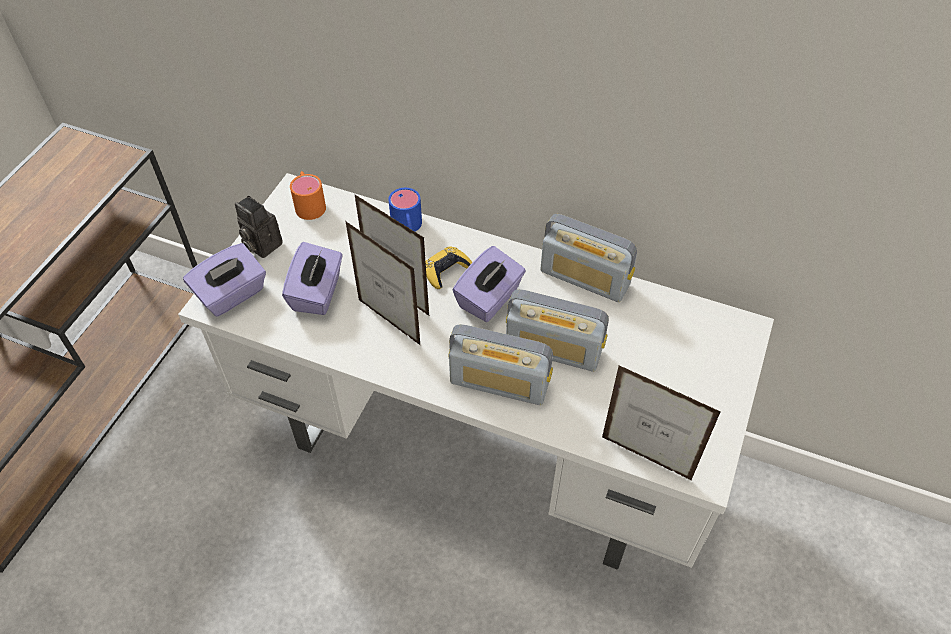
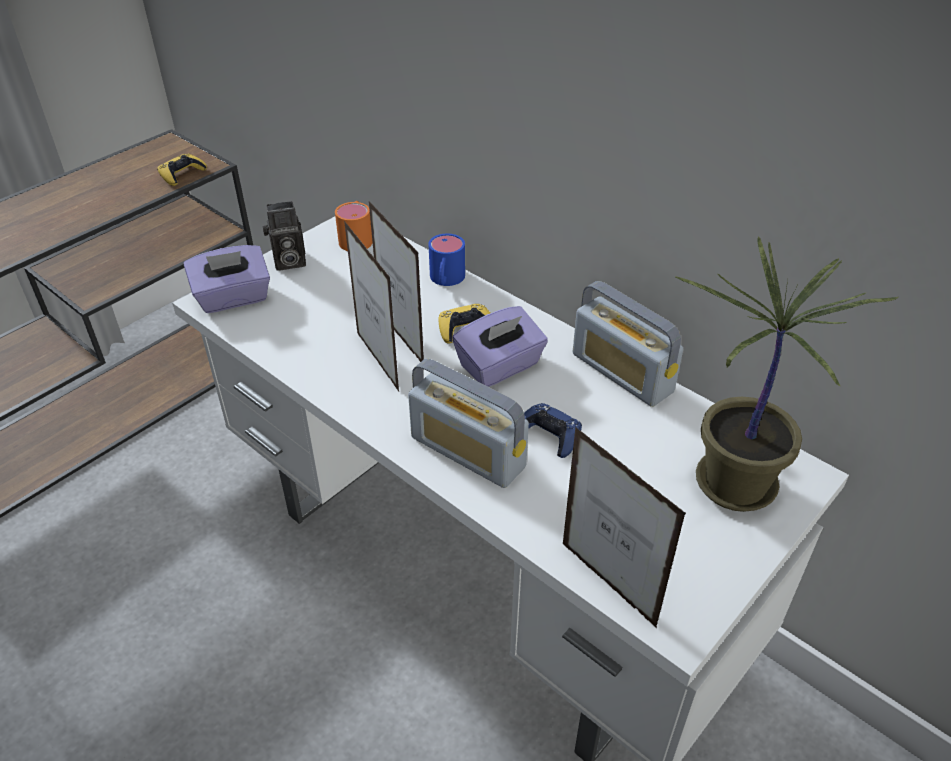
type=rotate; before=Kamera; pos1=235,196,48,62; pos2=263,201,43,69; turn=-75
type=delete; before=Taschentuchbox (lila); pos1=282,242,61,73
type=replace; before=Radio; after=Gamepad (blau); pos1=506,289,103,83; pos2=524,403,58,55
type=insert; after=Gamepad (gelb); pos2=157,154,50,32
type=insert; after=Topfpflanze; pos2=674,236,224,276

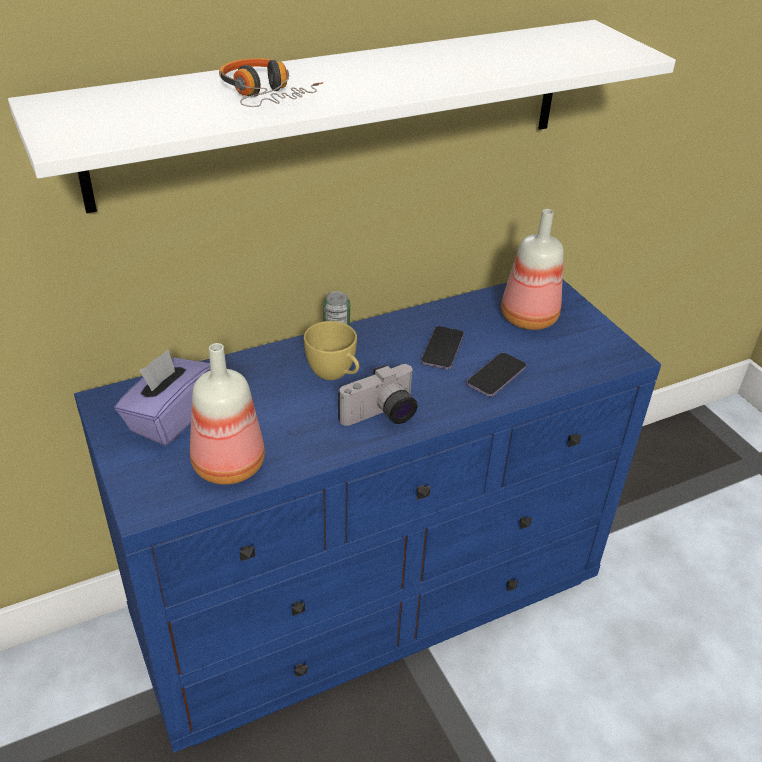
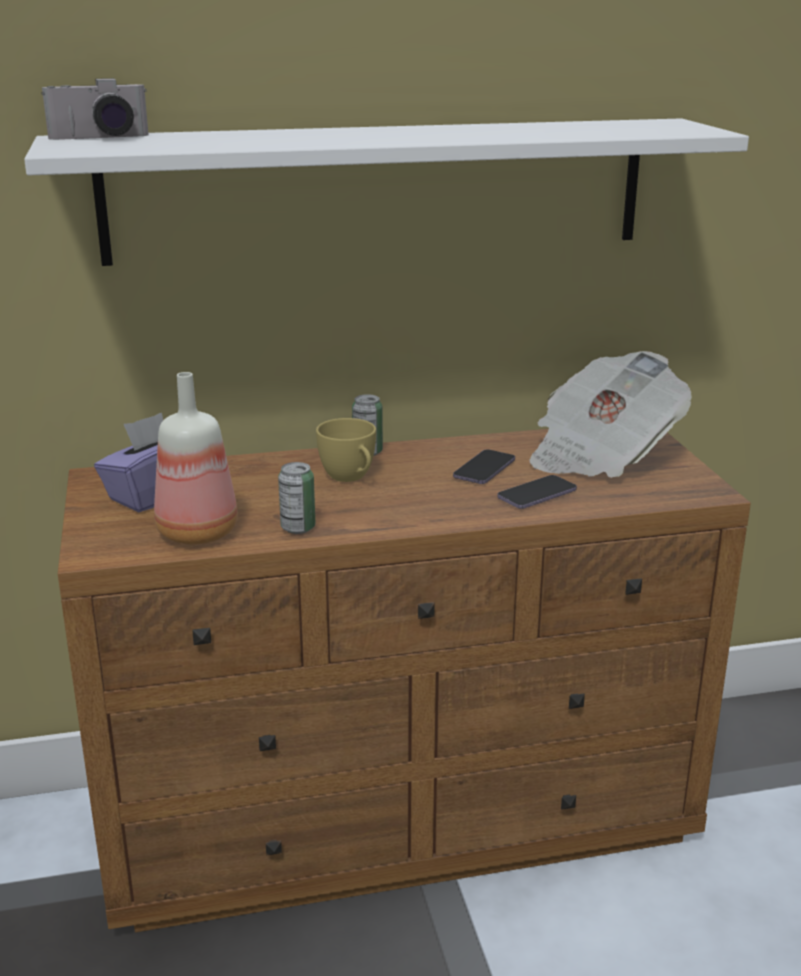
type=recolor; before=Kommode (blau); after=Kommode (braun); pos1=74,280,587,473; pos2=58,429,693,503
type=delete; before=Kopfhörer; pos1=219,58,104,49
type=move; before=Kamera; pos1=338,364,80,62; pos2=41,78,108,62
type=replace; before=Flasche; after=Zeitung; pos1=501,209,63,121; pos2=529,351,163,127
type=insert; after=Dose; pos2=278,462,37,72

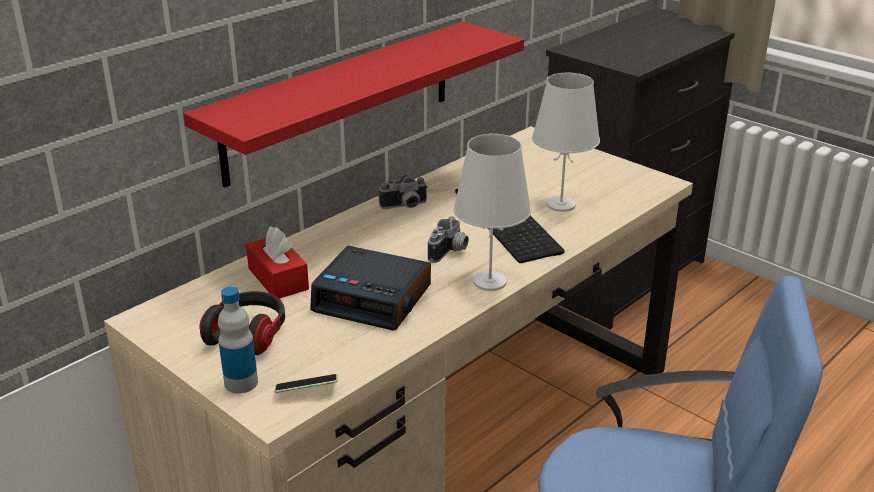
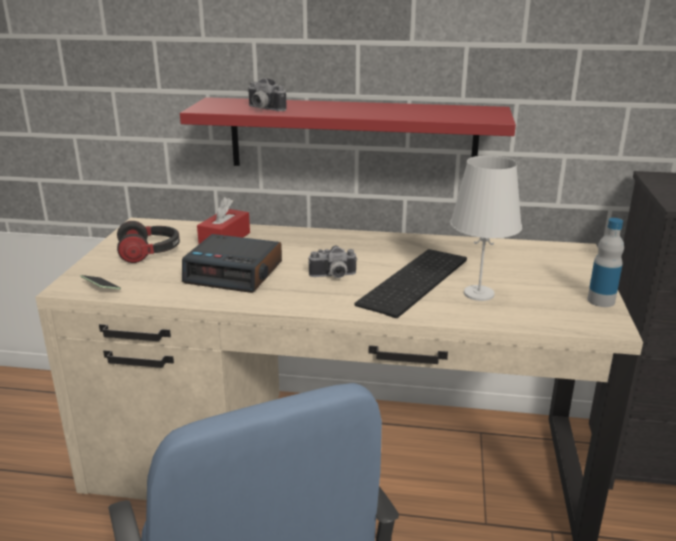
type=move; before=Flasche; pos1=218,286,40,108; pos2=587,218,37,89
type=rotate; before=Wecker; pos1=310,246,121,85; pos2=182,234,100,59; turn=-60
type=move; before=Kamera; pos1=379,175,49,34; pos2=247,78,40,33
type=delete; before=Tischlampe (weiß); pos1=453,134,78,157

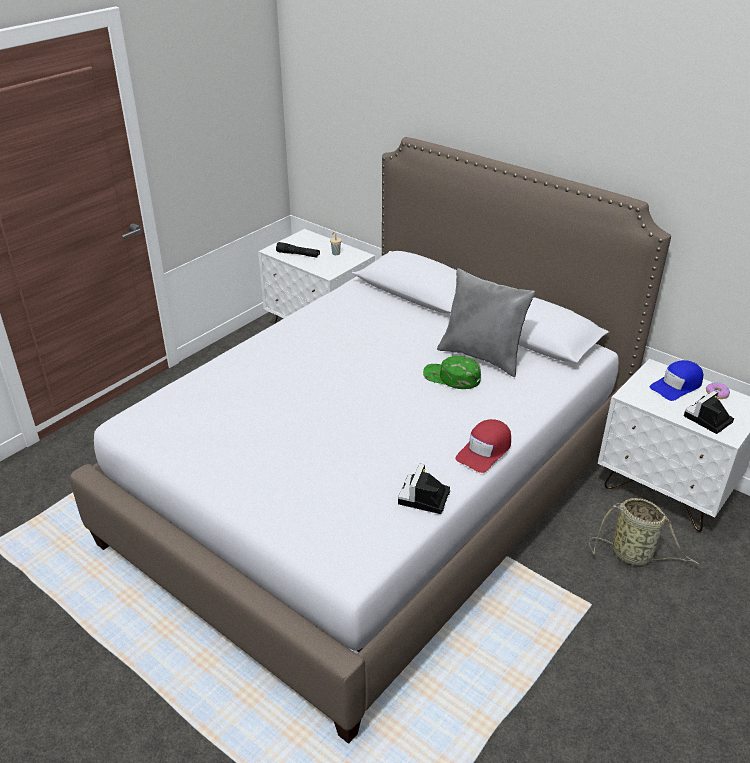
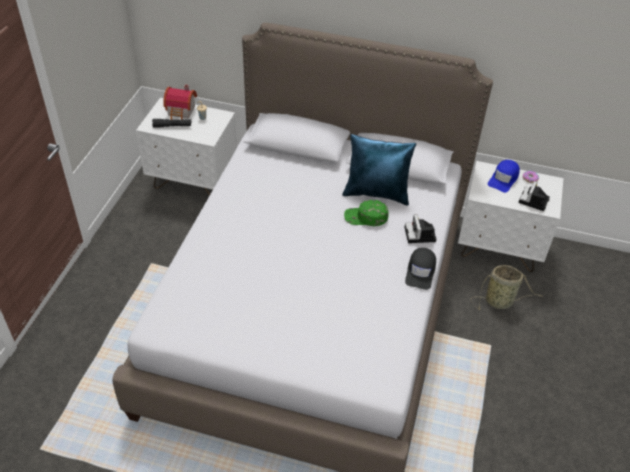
type=move; before=Kamera; pos1=398,464,52,50; pos2=404,214,33,29
type=recolor; before=Kissen (grau); after=Kissen (blau); pos1=437,268,98,109; pos2=342,134,74,72
type=recolor; before=Kappe (rot); after=Kappe (schwarz); pos1=456,419,55,54; pos2=405,248,31,42
type=insert; after=Spielzeughaus; pos2=164,85,33,35

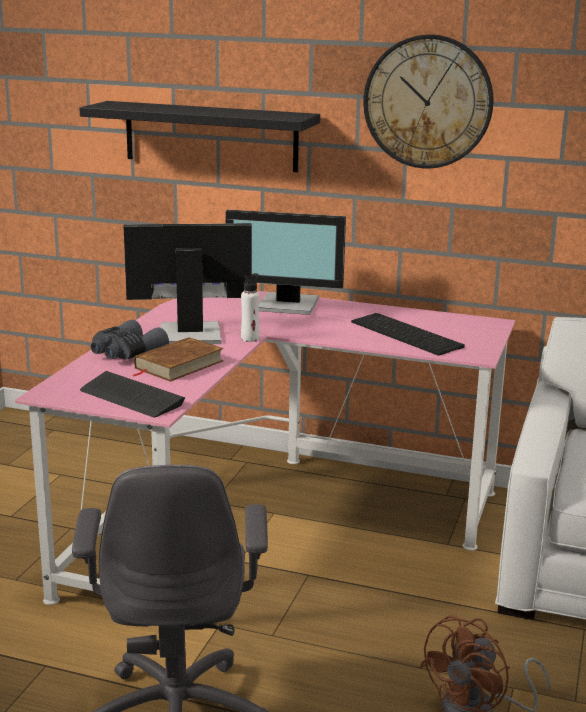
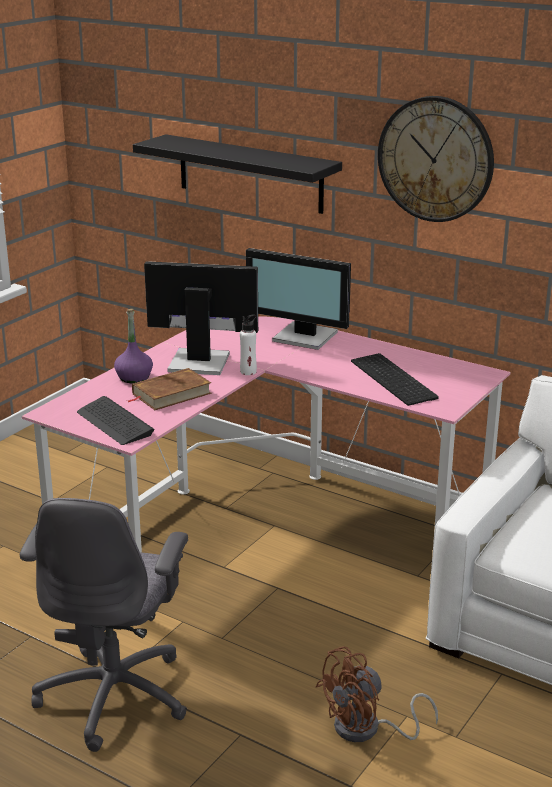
type=replace; before=Fernglas (grau); after=Flasche (lila); pos1=91,320,78,40; pos2=114,309,39,74

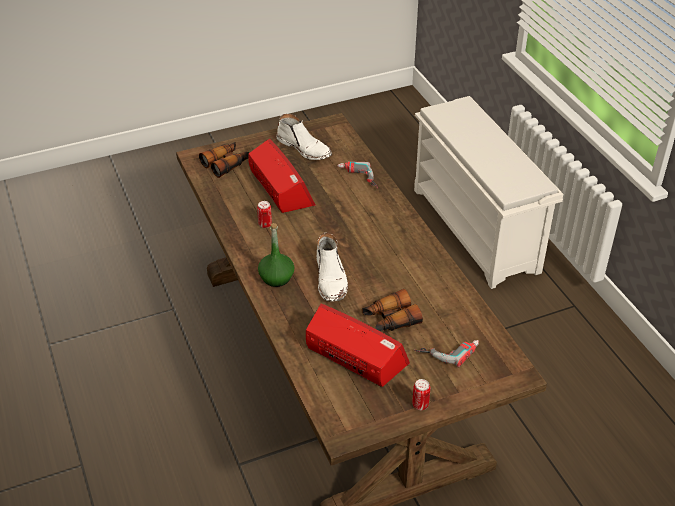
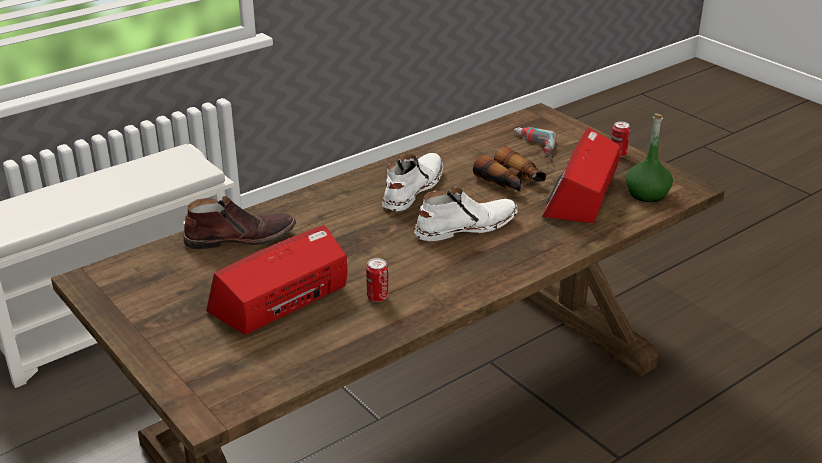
type=delete; before=Fernglas; pos1=199,142,51,36
type=move; before=Flasche (grün); pos1=258,223,37,64; pos2=626,113,47,89
type=move; before=Stiefel (weiß); pos1=277,114,55,46; pos2=382,153,61,58
type=replace; before=Bohrmaschine; after=Stiefel (braun); pos1=337,162,41,27; pos2=183,196,113,53

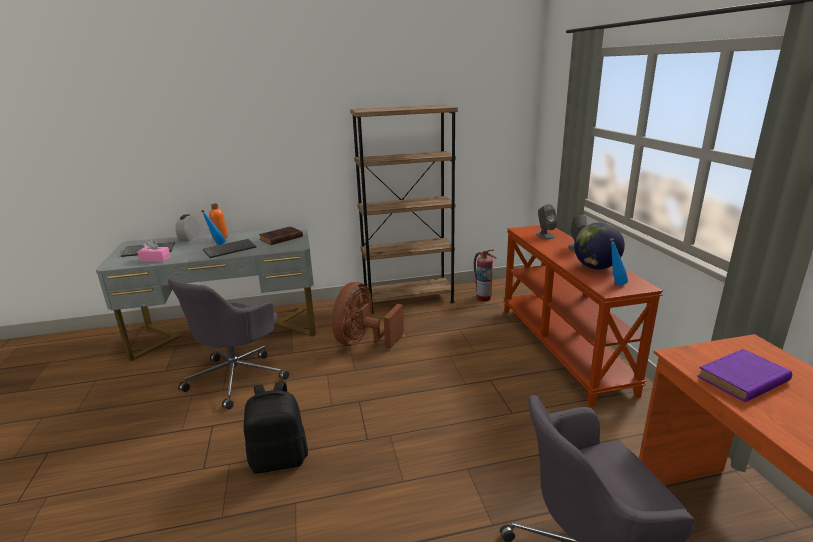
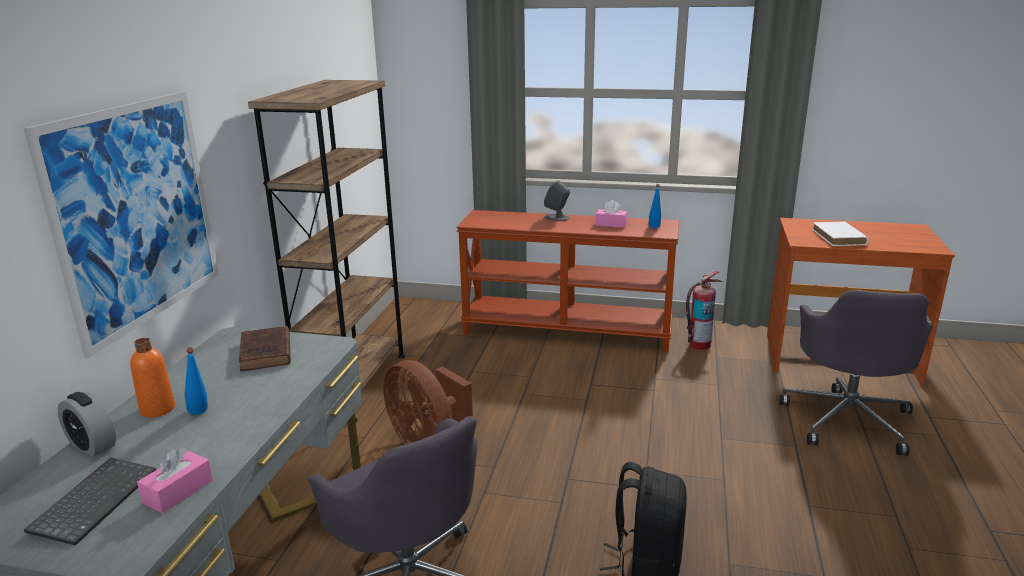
type=delete; before=Tastatur; pos1=203,239,53,19
type=move; before=Feuerlöscher; pos1=474,250,22,52; pos2=686,271,36,79
type=delete; before=Lautsprecher (grau); pos1=536,204,21,35
type=replace; before=Globus; after=Taschentuchbox (rosa); pos1=574,222,51,47; pos2=596,200,31,28
type=recolor; before=Buch (lila); after=Buch (weiß); pos1=697,349,95,53; pos2=812,222,57,24
type=insert; after=Bild; pos2=24,91,195,267

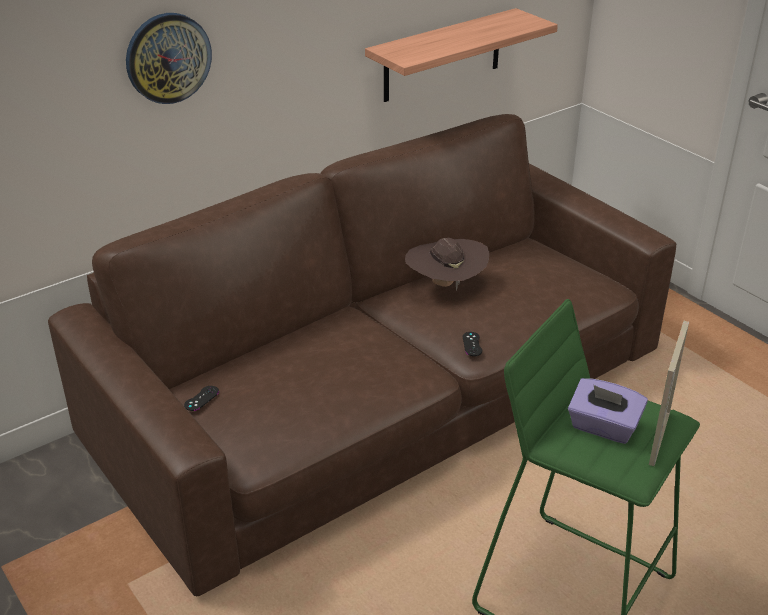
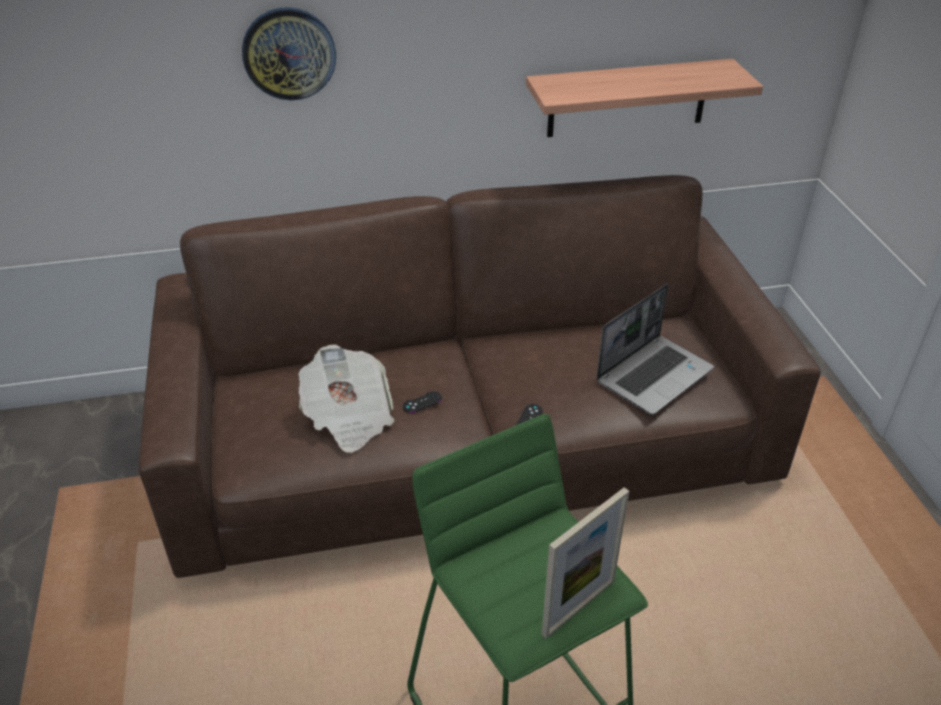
type=move; before=Gamepad (schwarz); pos1=184,386,35,25; pos2=403,391,39,22
type=delete; before=Hut (braun); pos1=405,238,84,52
type=delete; before=Taschentuchbox (lila); pos1=568,378,80,66
type=insert; after=Zeitung; pos2=298,344,96,109
type=insert; after=Laptop; pos2=596,284,118,131

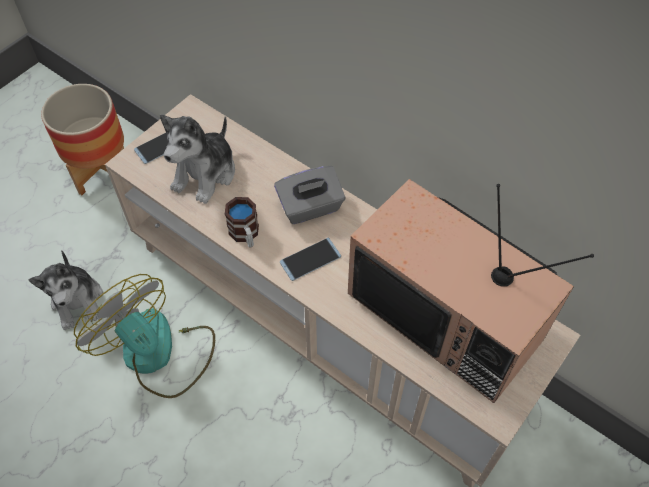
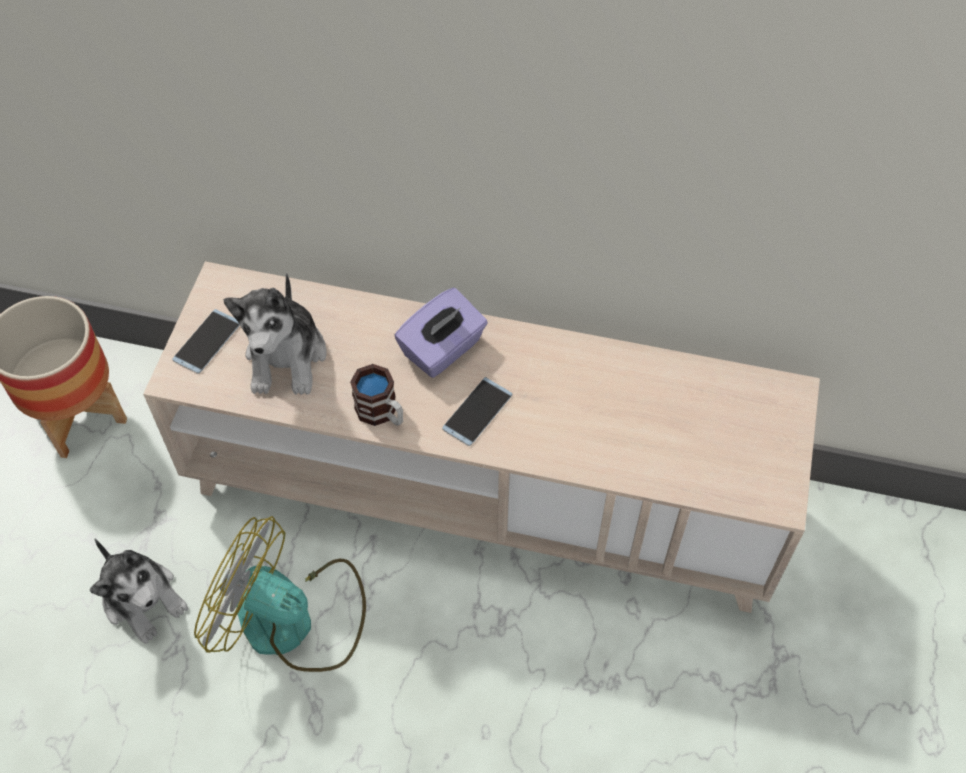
type=recolor; before=Taschentuchbox (grau); after=Taschentuchbox (lila); pos1=274,166,71,58; pos2=394,288,94,90
type=delete; before=Fernseher; pos1=348,179,246,224

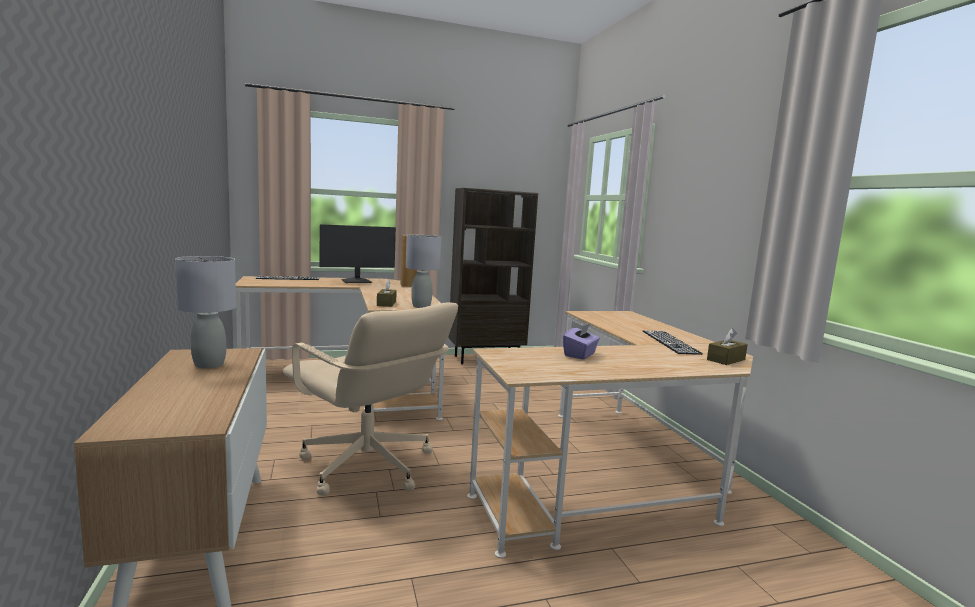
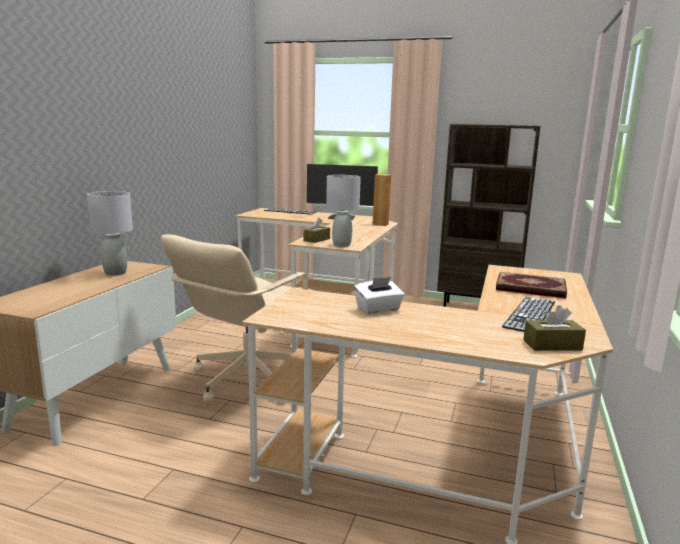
type=rotate; before=Bürostuhl (beige); pos1=283,302,175,194; pos2=161,234,153,169; turn=45
type=recolor; before=Taschentuchbox (lila); after=Taschentuchbox (weiß); pos1=563,323,37,37; pos2=354,277,50,37
type=insert; after=Buch; pos2=496,272,71,26

